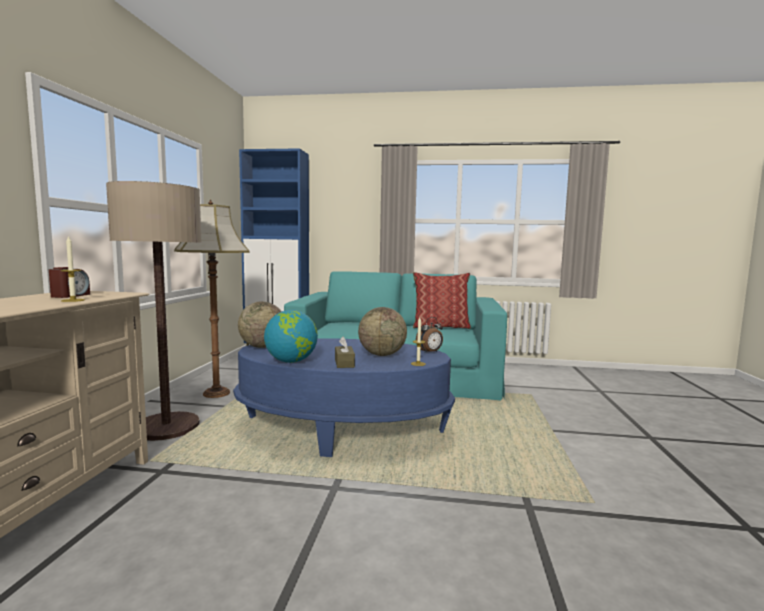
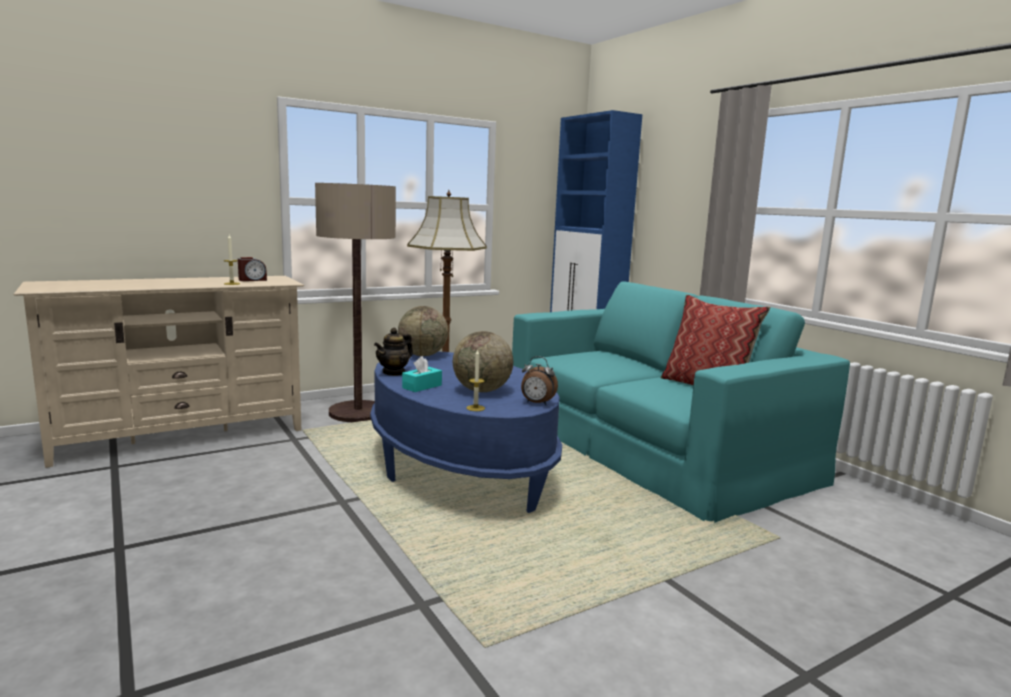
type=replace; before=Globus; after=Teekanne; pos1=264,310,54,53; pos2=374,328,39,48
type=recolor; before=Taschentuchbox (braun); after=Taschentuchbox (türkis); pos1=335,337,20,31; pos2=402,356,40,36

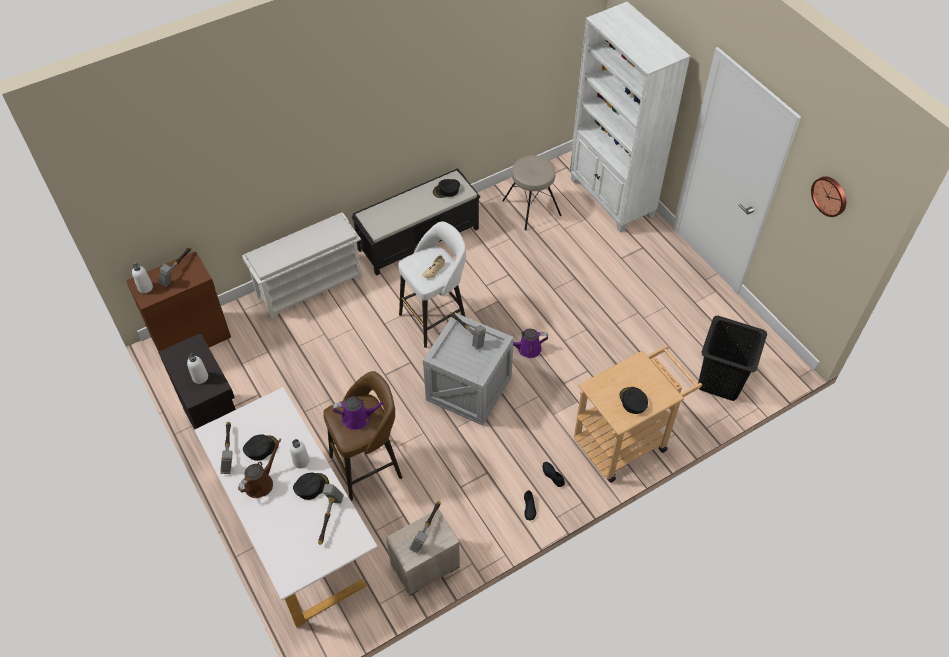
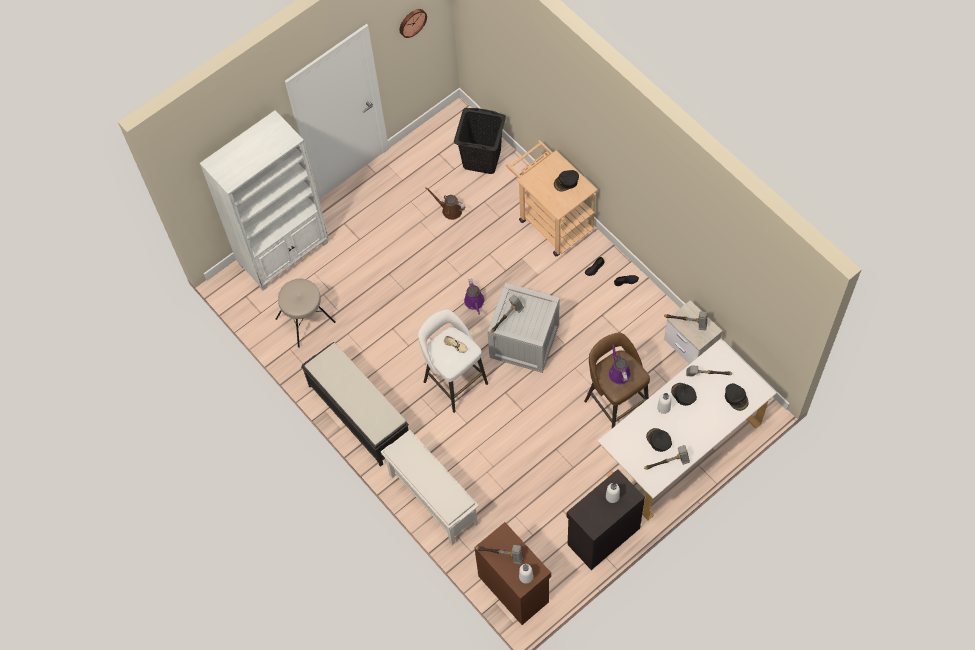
type=move; before=Gießkanne (braun); pos1=238,439,44,59; pos2=425,187,41,33
type=move; before=Kappe (schwarz); pos1=433,179,27,19; pos2=725,383,24,28

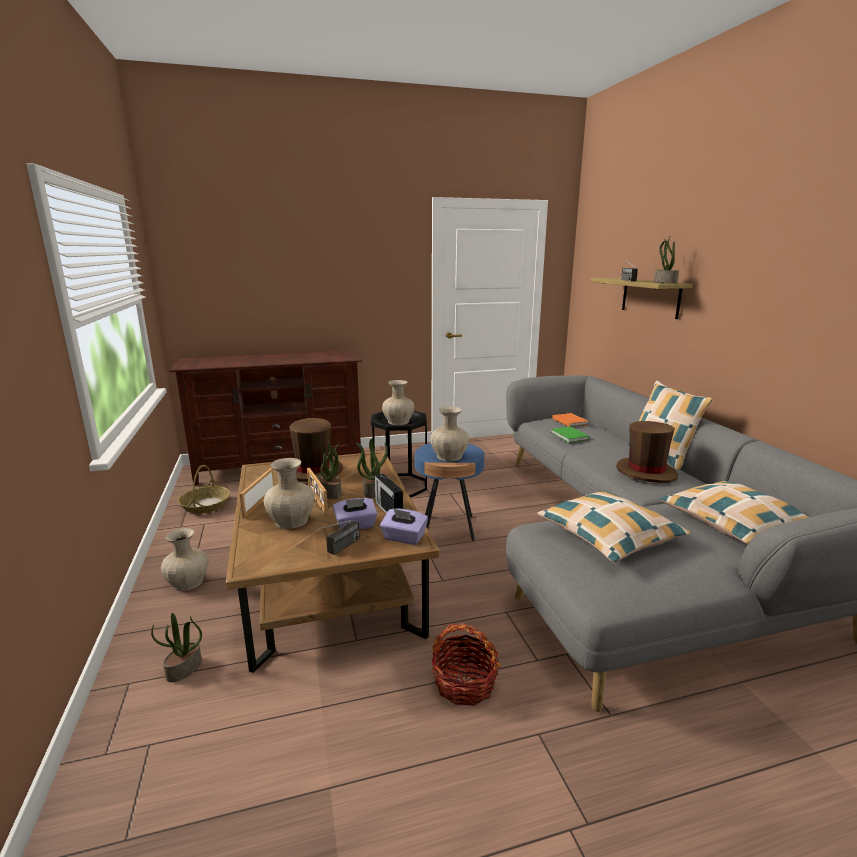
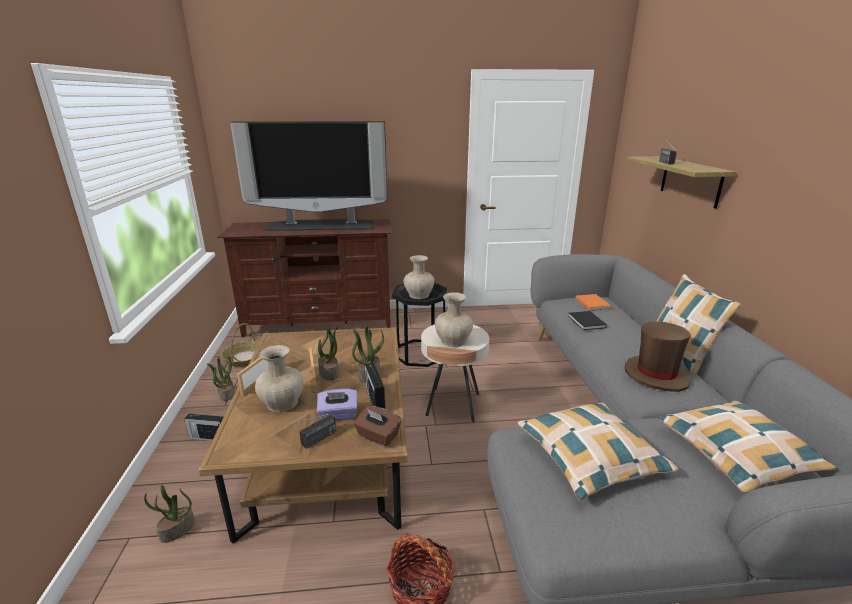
type=replace; before=Vase (beige); after=Radio; pos1=161,528,47,63; pos2=184,413,39,28
type=delete; before=Hut (braun); pos1=289,418,54,64
type=recolor; before=Taschentuchbox (lila); after=Taschentuchbox (braun); pos1=380,508,48,37; pos2=354,405,47,41
type=recolor; before=Beistelltisch (blau); after=Beistelltisch (beige); pos1=415,443,70,98; pos2=421,324,68,98
type=recolor; before=Buch (grün); after=Buch (schwarz); pos1=551,426,39,17; pos2=568,311,39,19
type=move; before=Topfpflanze; pos1=654,235,25,49; pos2=207,357,28,44
type=insert; after=Fernseher; pos2=230,121,157,110

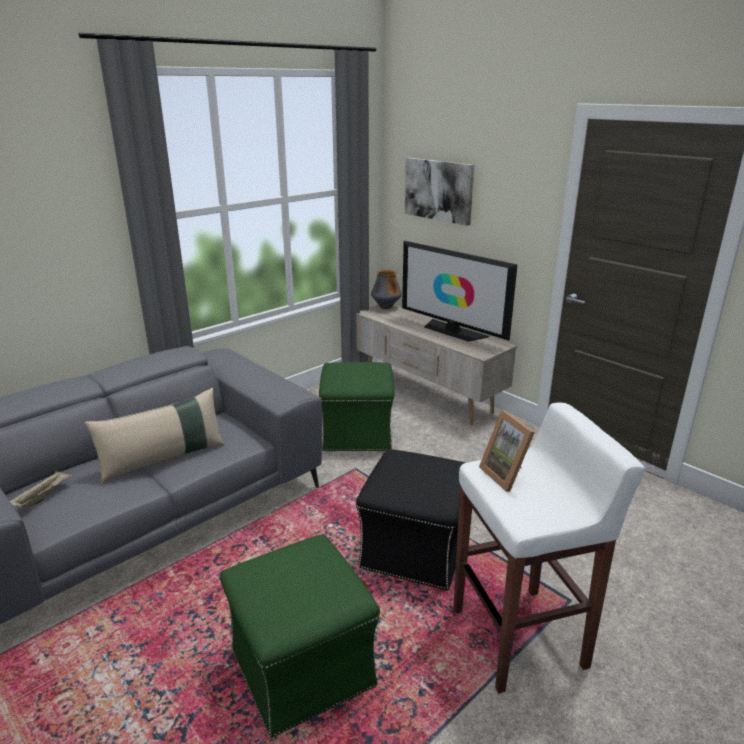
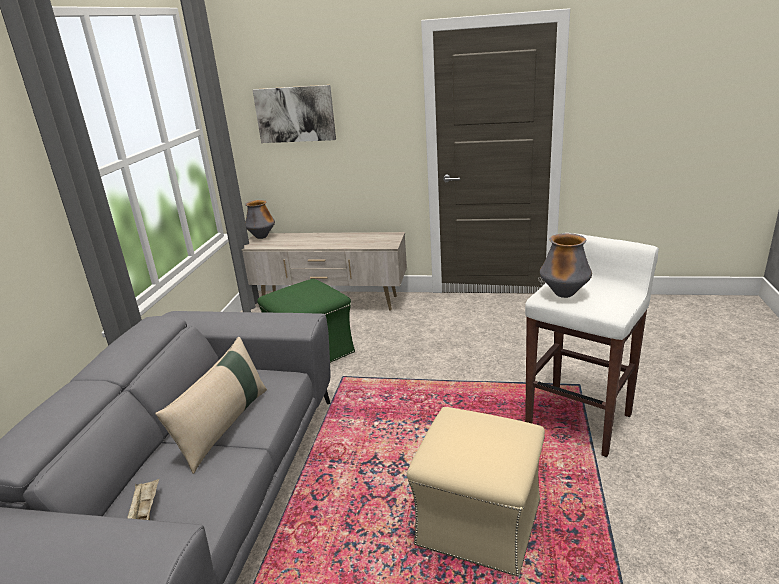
type=recolor; before=Polsterhocker (grün); after=Polsterhocker (beige); pos1=220,534,160,204; pos2=407,407,138,169
type=delete; before=Polsterhocker (schwarz); pos1=356,449,109,141
type=delete; before=Fernseher; pos1=402,241,116,101
type=replace; before=Bilderrahmen; after=Vase; pos1=479,410,56,82; pos2=540,233,52,65

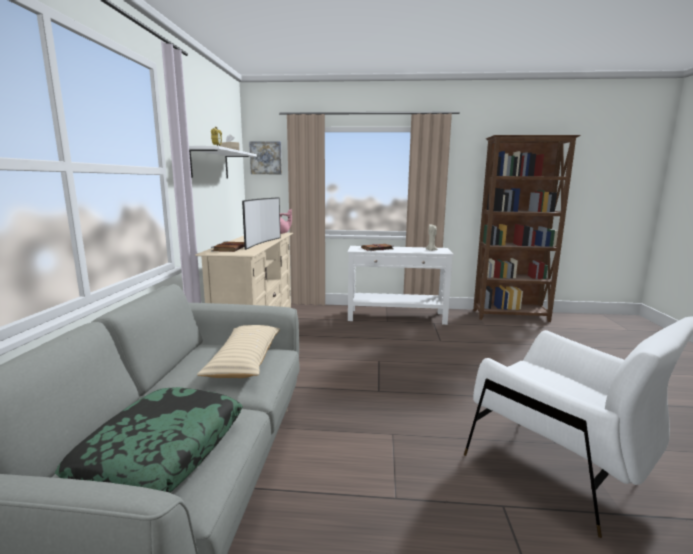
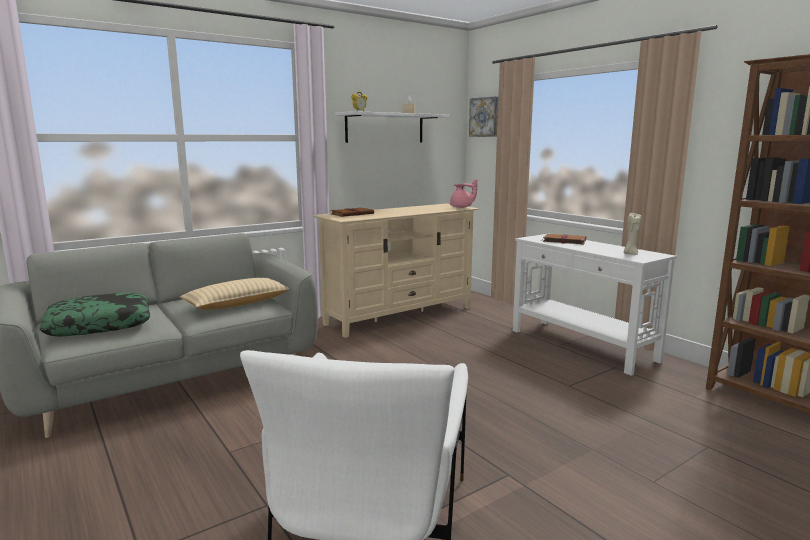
type=delete; before=Fernseher; pos1=242,197,39,53

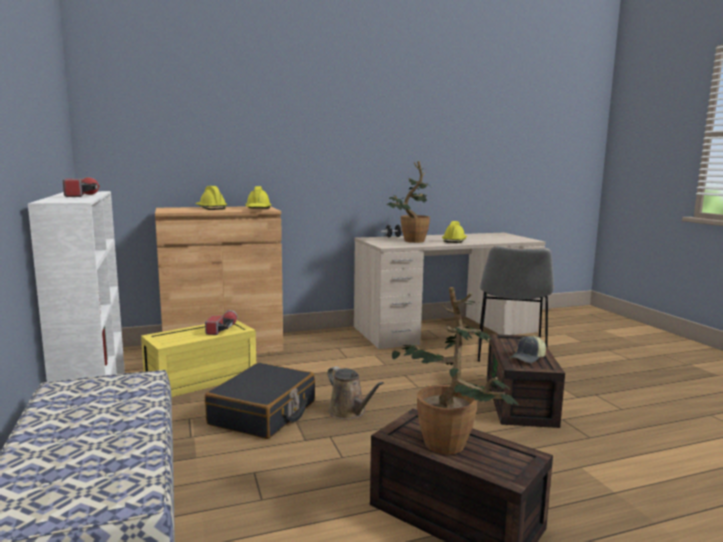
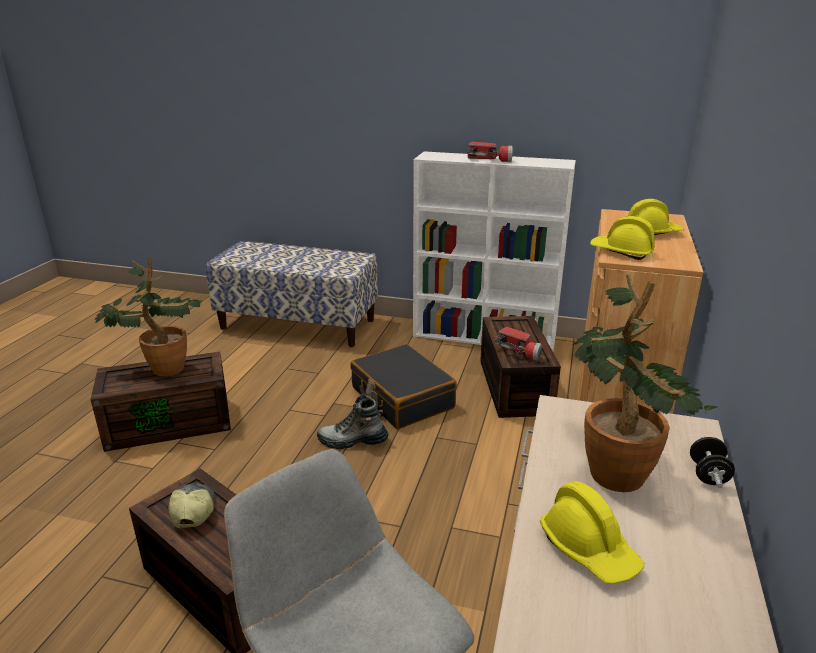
type=recolor; before=Aufbewahrungsbox (gelb); after=Aufbewahrungsbox (braun); pos1=141,321,115,76; pos2=480,316,81,102
type=replace; before=Gießkanne (braun); after=Stiefel; pos1=327,366,57,53; pos2=317,394,71,55

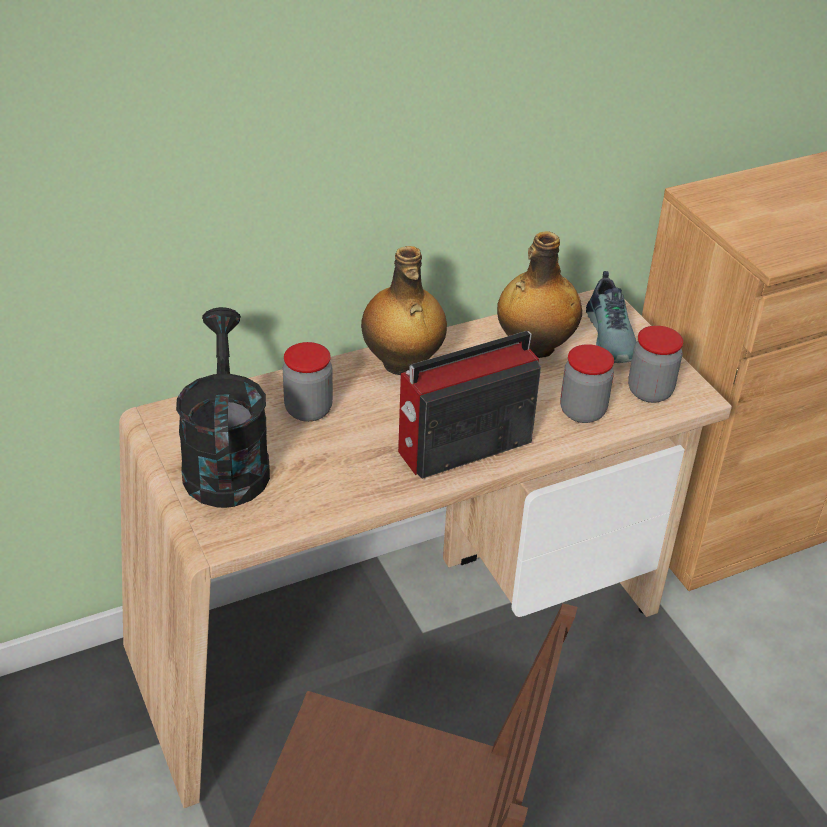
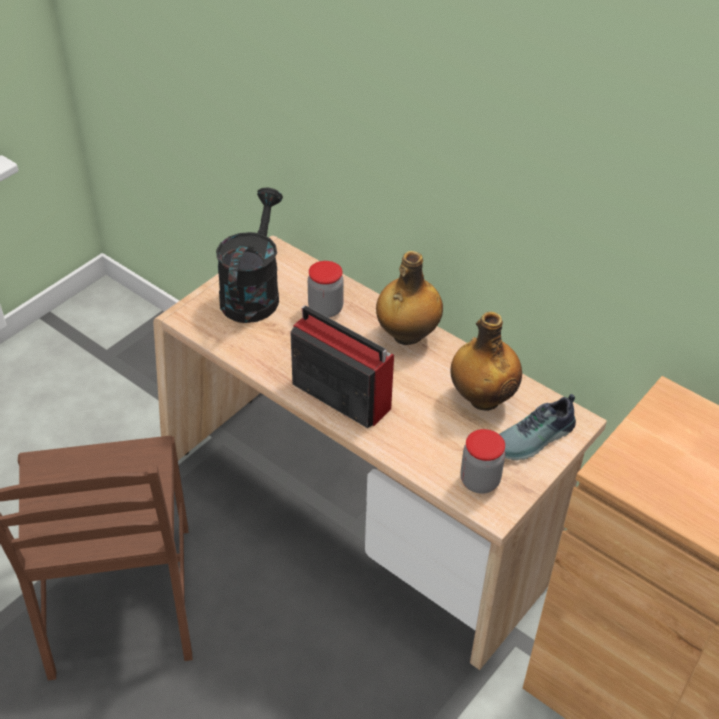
type=rotate; before=Gießkanne (schwarz); pos1=176,307,94,201; pos2=216,188,67,135; turn=-45
type=delete; before=Vorratsglas; pos1=560,344,54,79

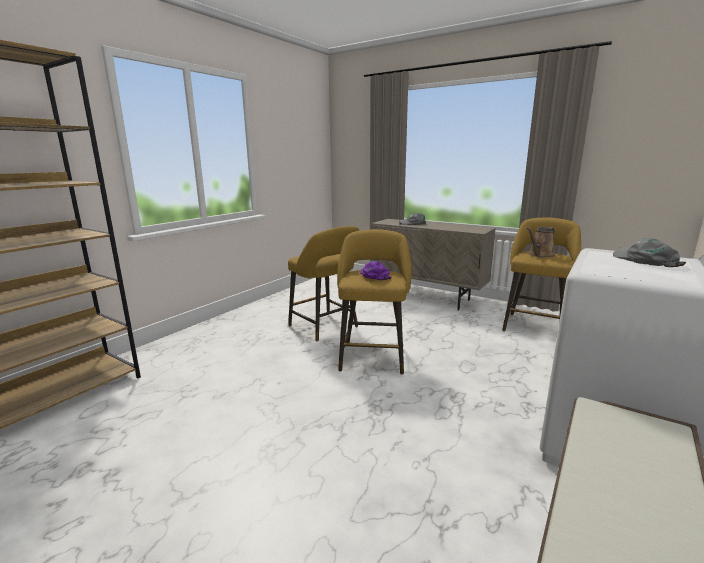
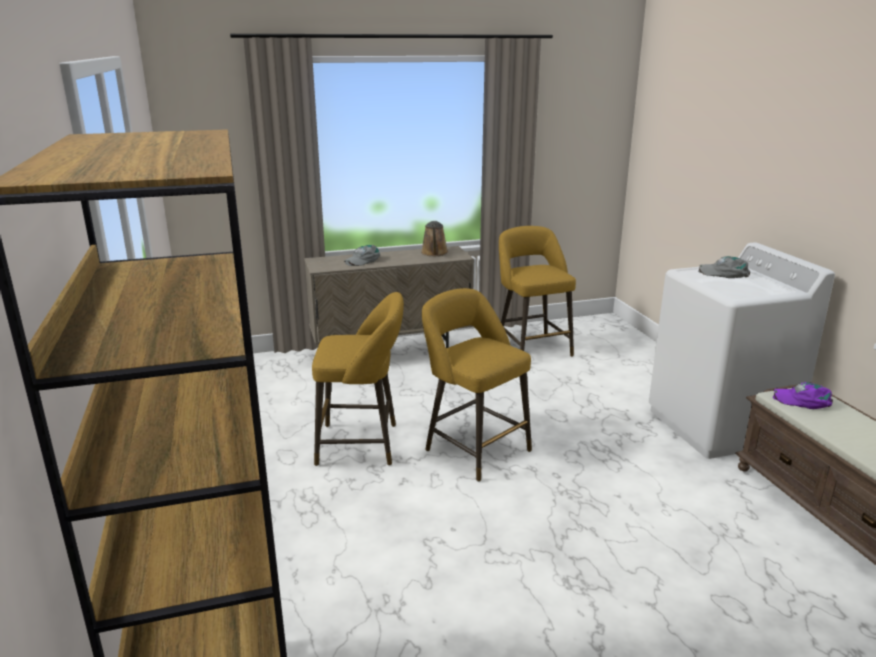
type=move; before=Kappe (lila); pos1=360,260,32,20; pos2=773,382,60,27
type=move; before=Gießkanne (braun); pos1=527,227,28,31; pos2=421,221,27,35

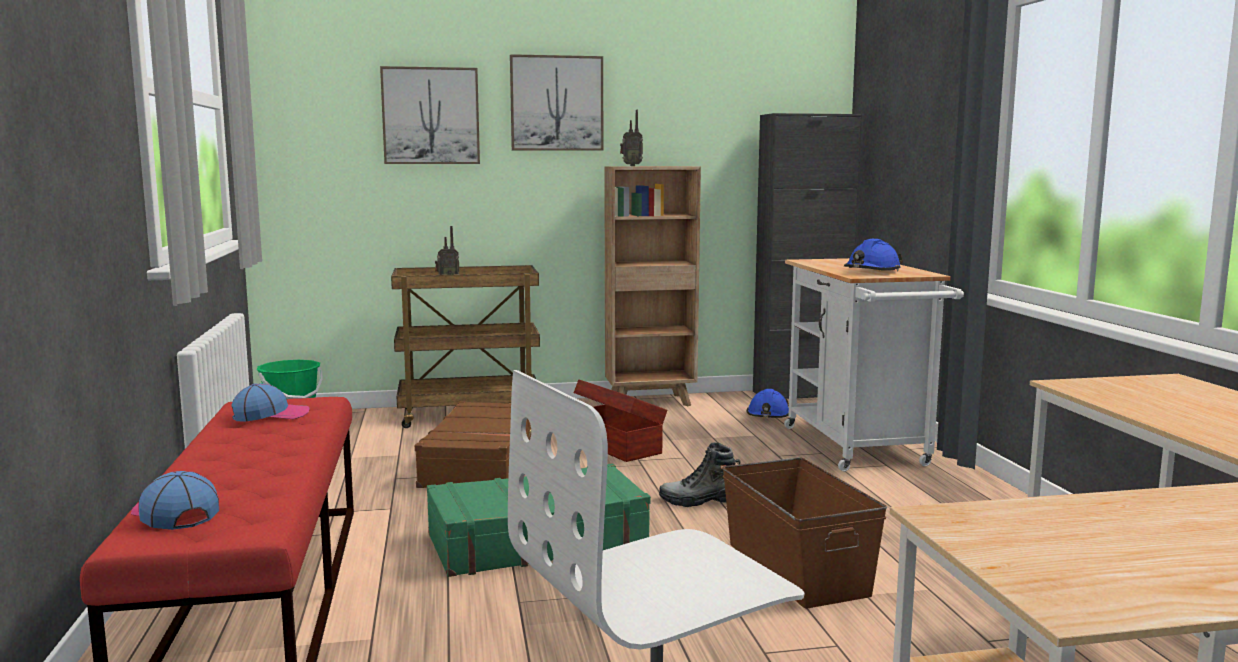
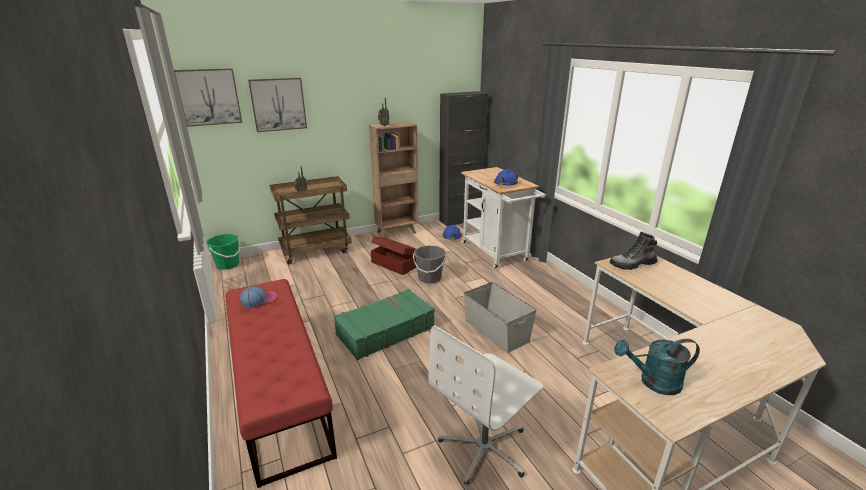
type=delete; before=Kappe; pos1=131,471,88,59
type=delete; before=Koffer (braun); pos1=415,401,116,87
type=move; before=Bild; pos1=510,54,93,97; pos2=174,68,68,59
type=move; before=Stiefel; pos1=659,442,82,65; pos2=610,232,48,38
type=recolor; before=Aufbewahrungsbox (braun); after=Aufbewahrungsbox (grau); pos1=722,457,165,152; pos2=464,282,73,71
type=insert; after=Eimer (grau); pos2=413,245,33,39
type=insert; after=Gießkanne (türkis); pos2=614,339,86,56

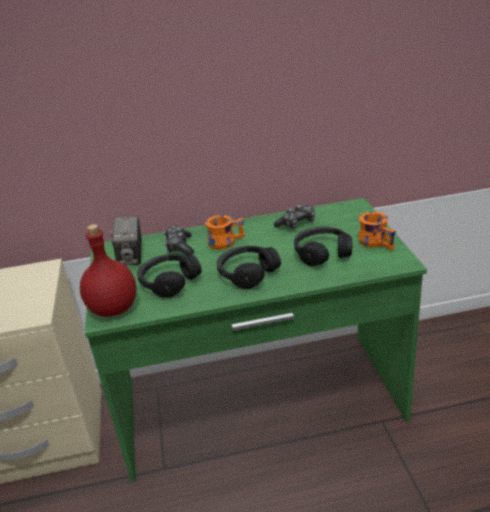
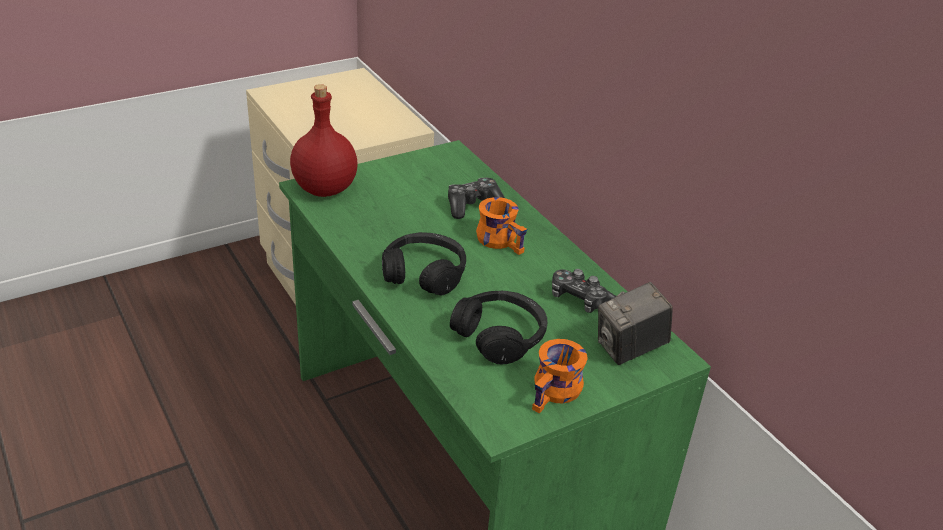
type=move; before=Kamera; pos1=111,216,31,50; pos2=598,282,75,83
type=delete; before=Kopfhörer (schwarz); pos1=137,254,65,44

